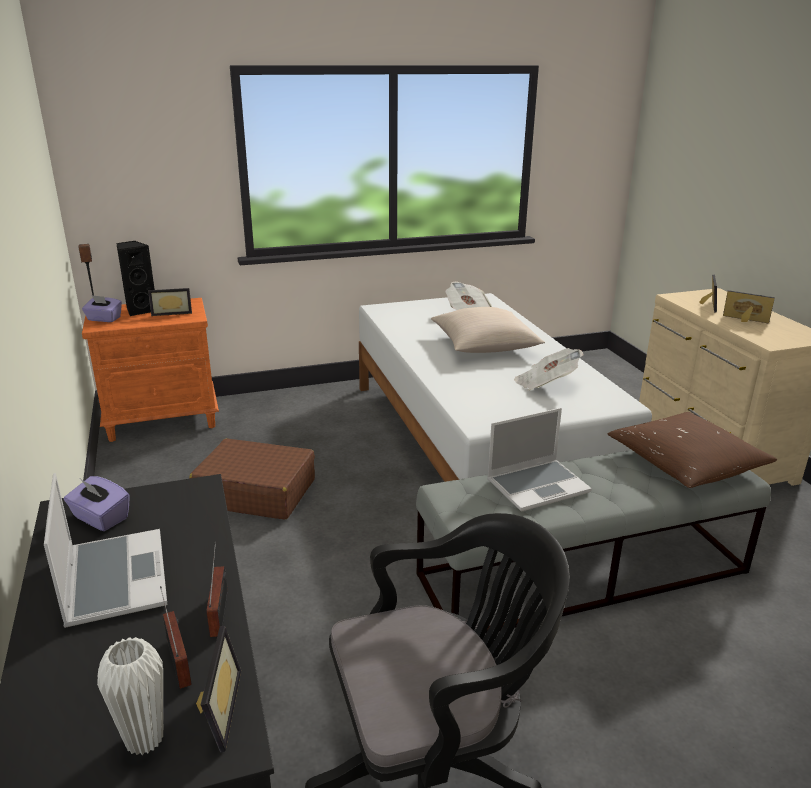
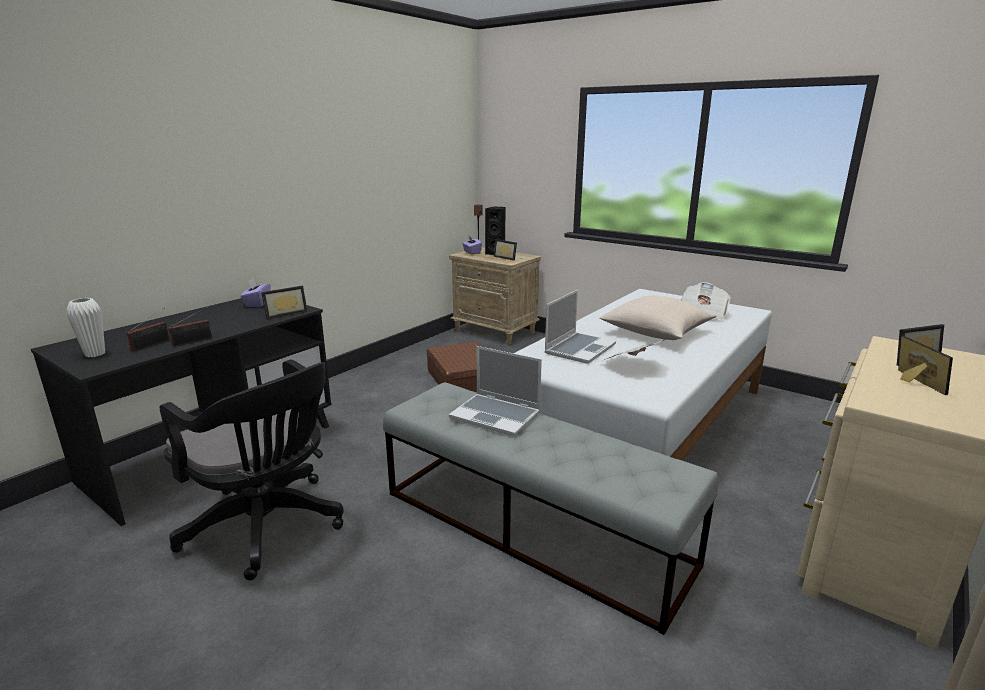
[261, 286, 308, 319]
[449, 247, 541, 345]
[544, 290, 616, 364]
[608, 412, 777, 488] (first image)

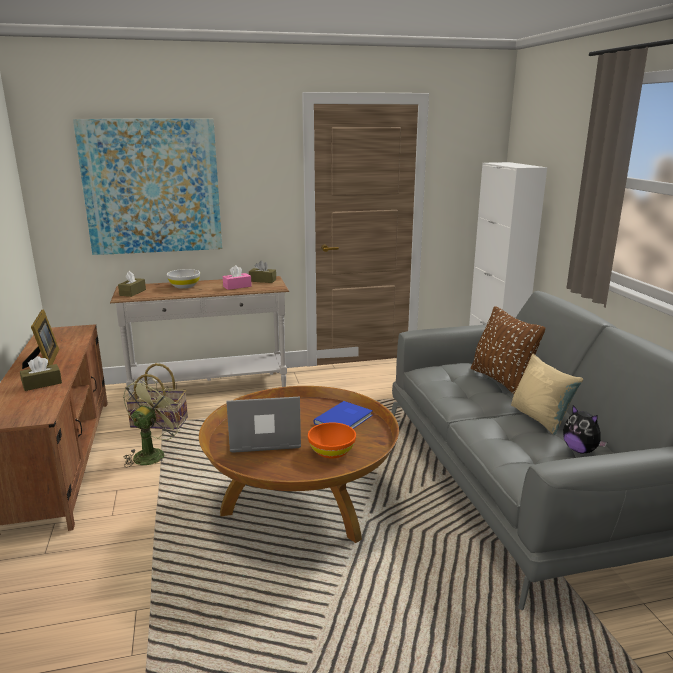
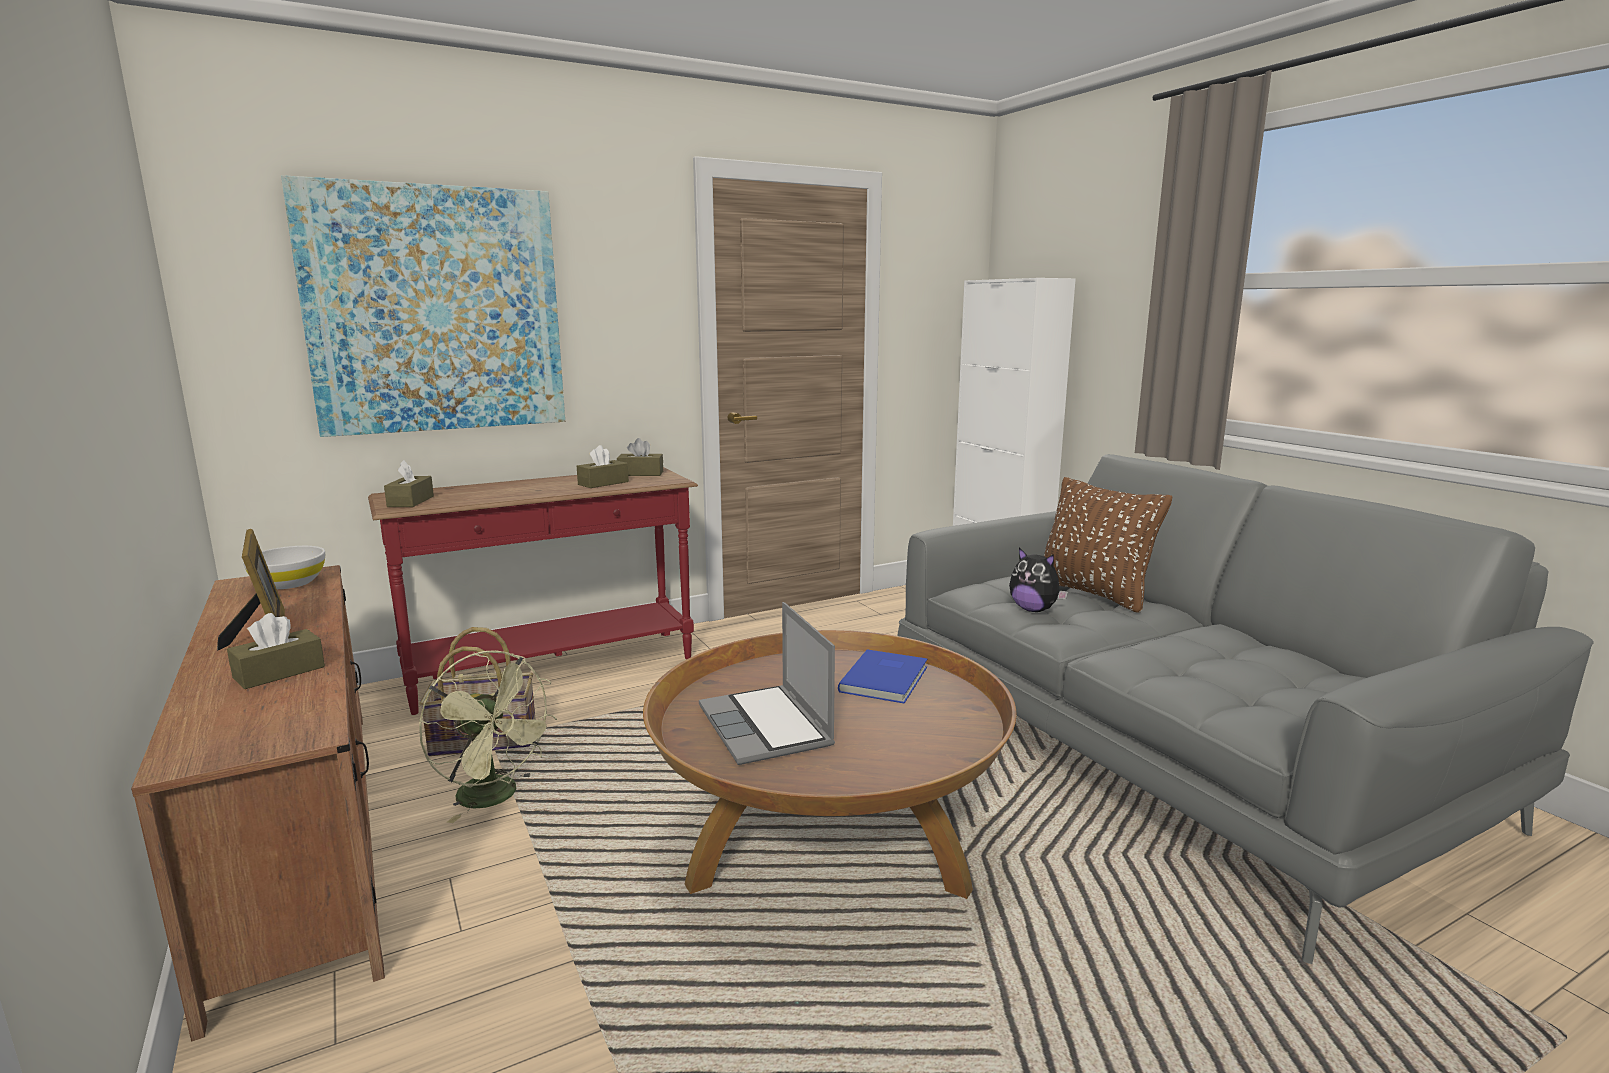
[243, 546, 325, 589]
[368, 467, 698, 715]
[419, 650, 557, 823]
[577, 445, 629, 488]
[699, 602, 835, 765]
[1009, 548, 1068, 612]
[308, 422, 356, 459] (first image)
[511, 354, 583, 435] (first image)

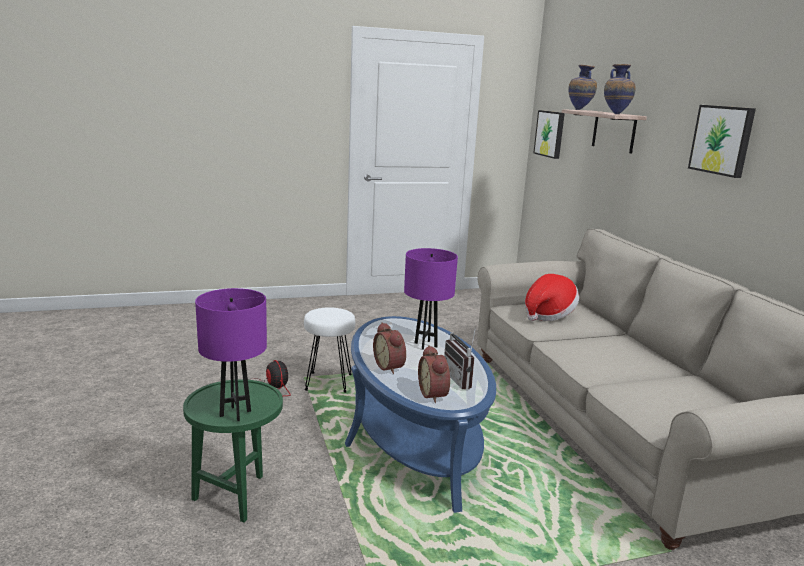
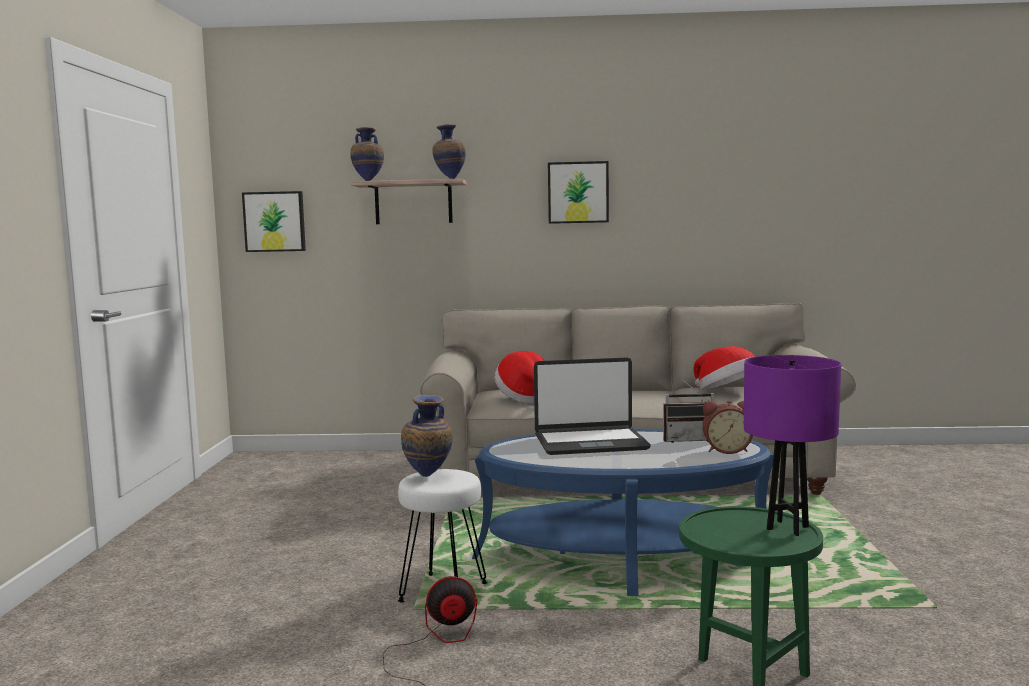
[401, 395, 453, 477]
[534, 358, 651, 455]
[694, 346, 755, 390]
[373, 322, 406, 374] (first image)

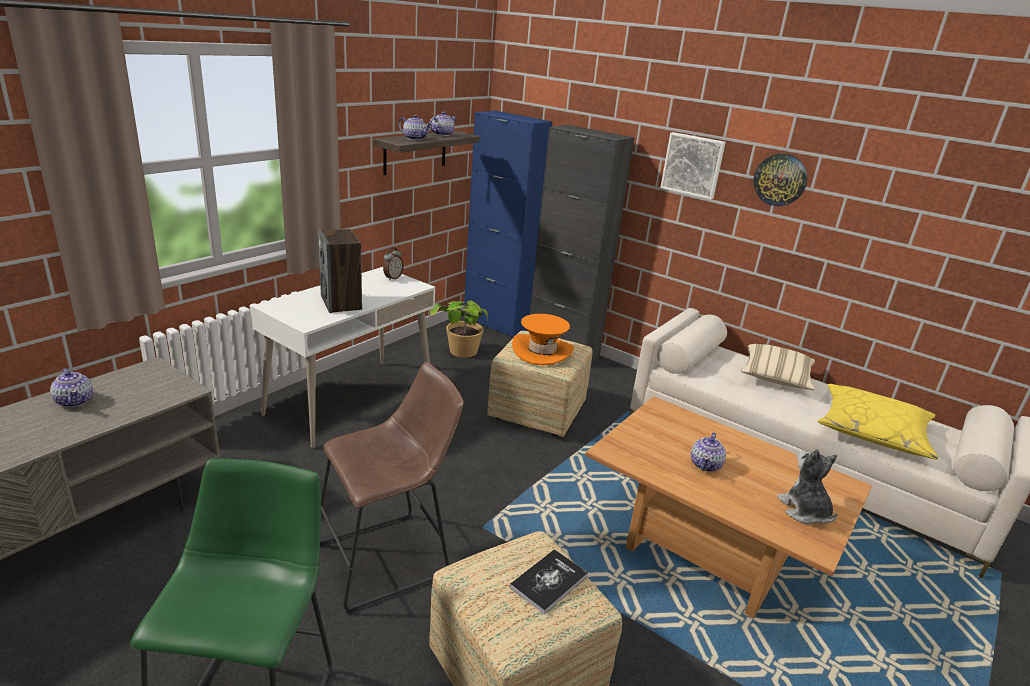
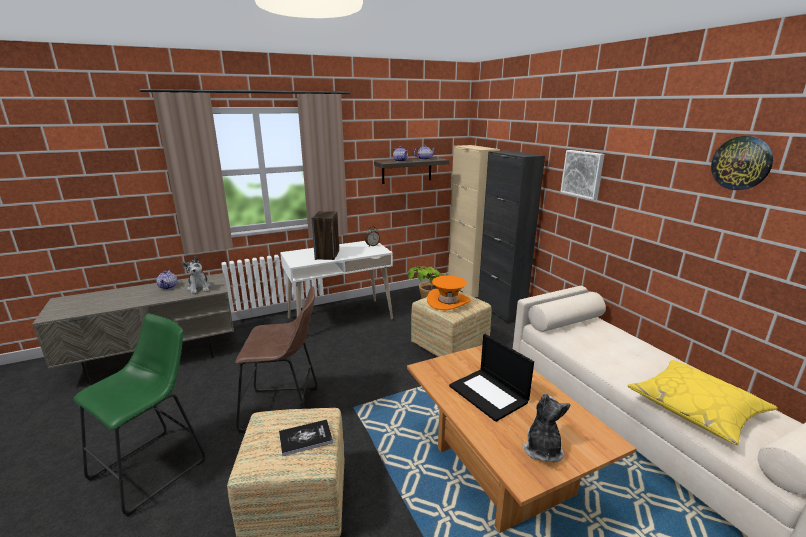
[181, 256, 211, 294]
[448, 145, 500, 297]
[449, 334, 534, 422]
[711, 136, 773, 190]
[741, 344, 815, 390] (first image)

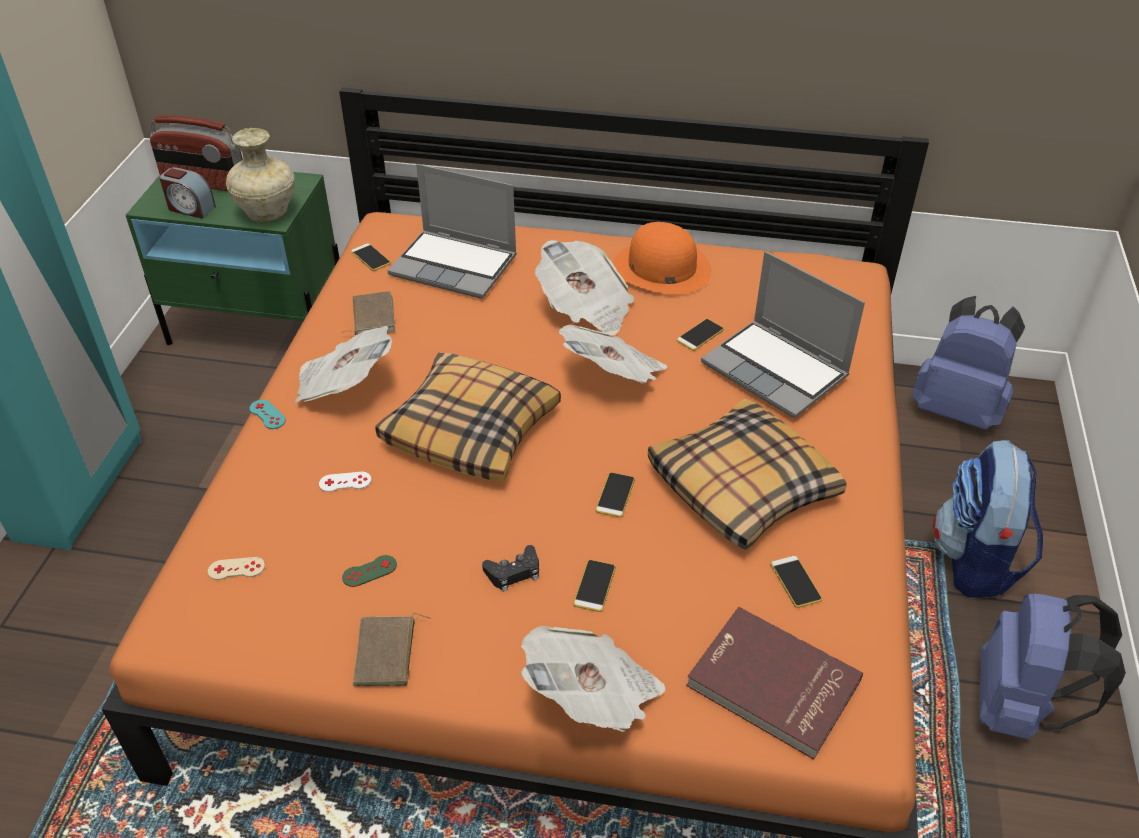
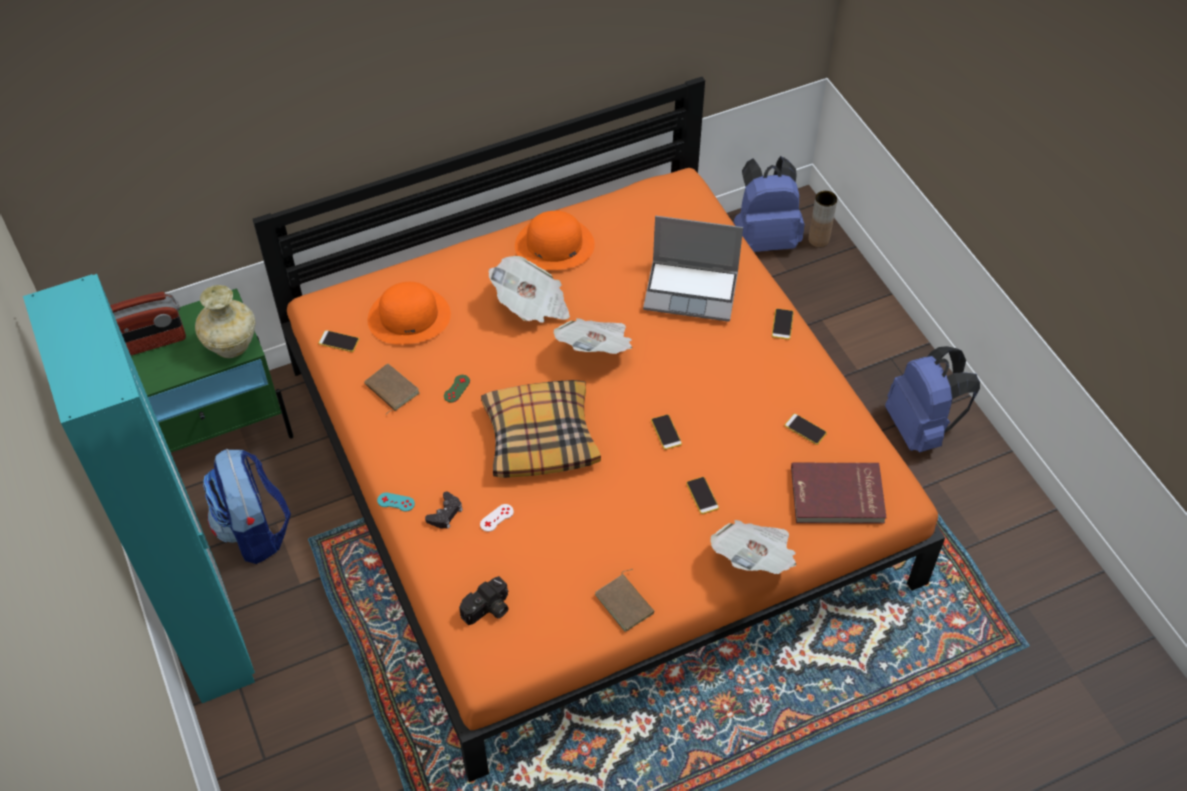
[203, 449, 291, 564]
[368, 282, 451, 345]
[425, 491, 463, 529]
[444, 375, 470, 403]
[459, 576, 509, 625]
[772, 309, 794, 340]
[808, 191, 837, 248]
[159, 167, 216, 219] (first image)
[295, 326, 392, 403] (first image)
[648, 398, 847, 550] (first image)

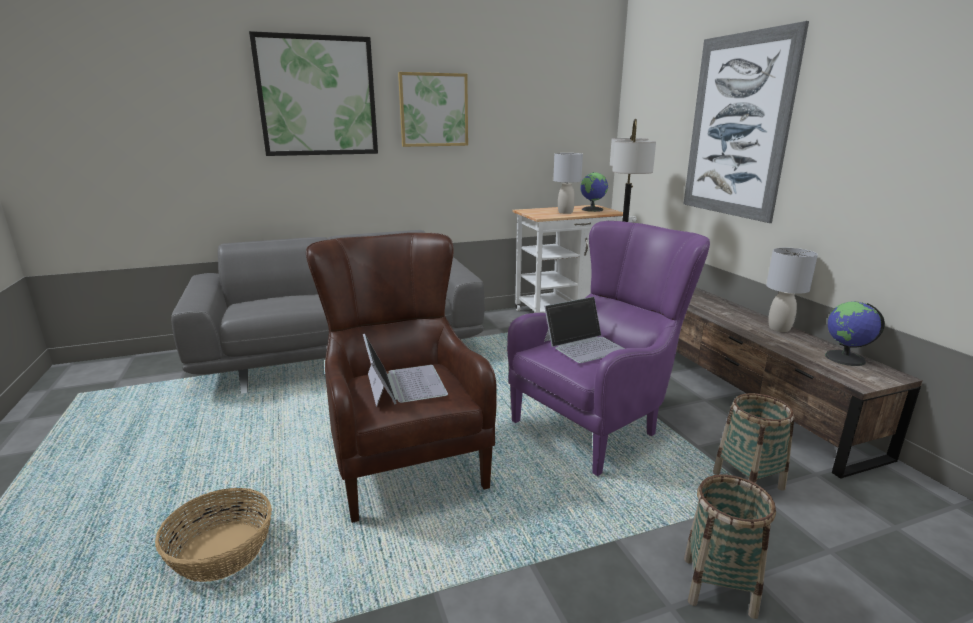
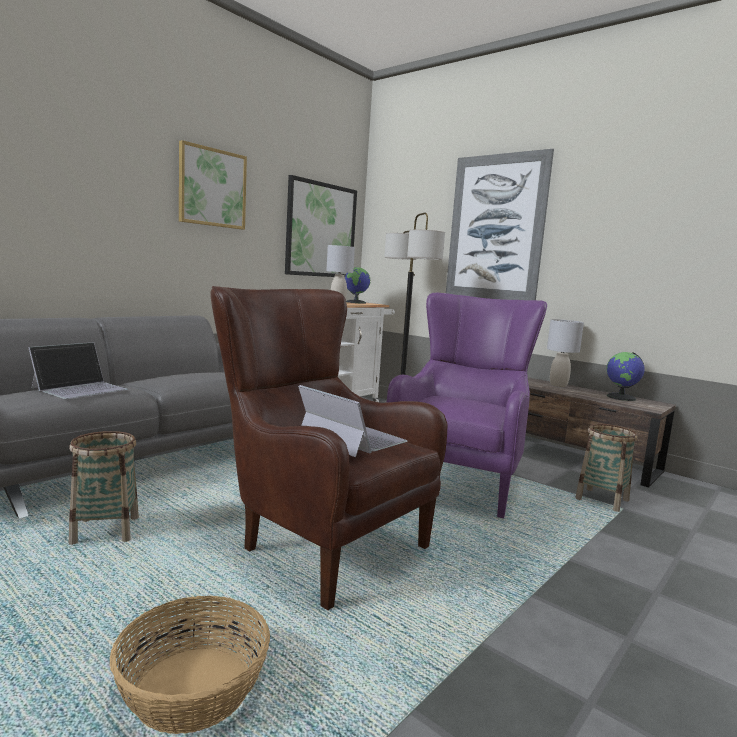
[28, 342, 128, 399]
[69, 431, 139, 545]
[285, 175, 357, 277]

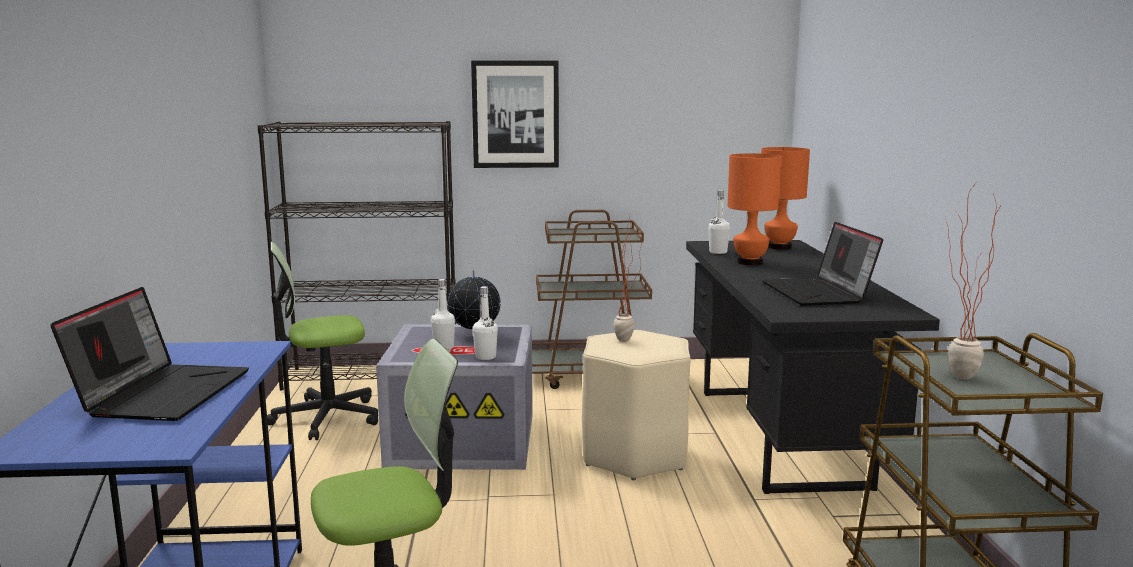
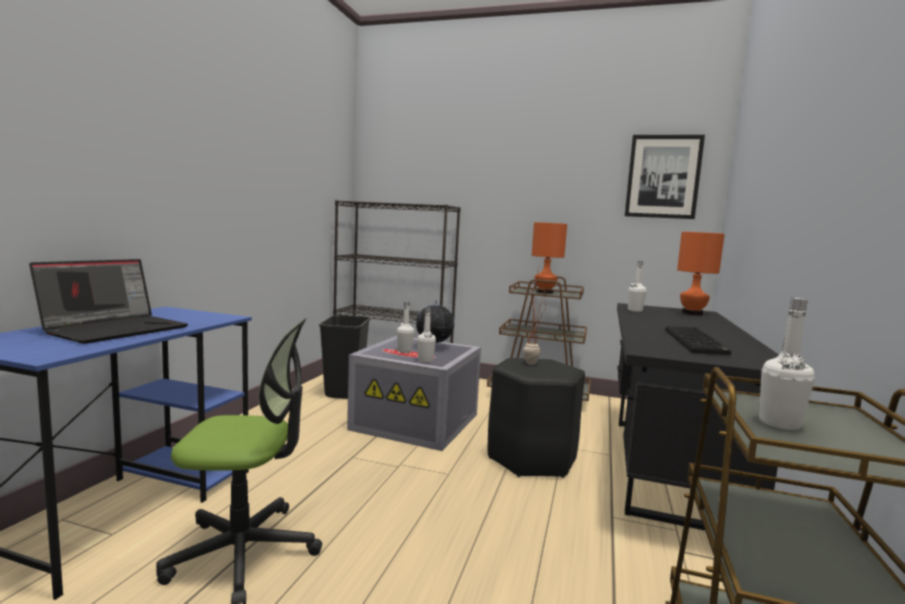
[319, 315, 370, 399]
[488, 358, 585, 478]
[532, 222, 567, 294]
[625, 135, 705, 219]
[665, 326, 731, 355]
[759, 298, 815, 430]

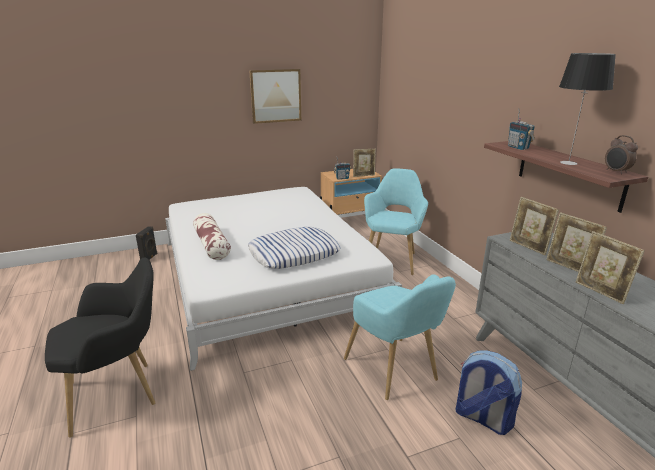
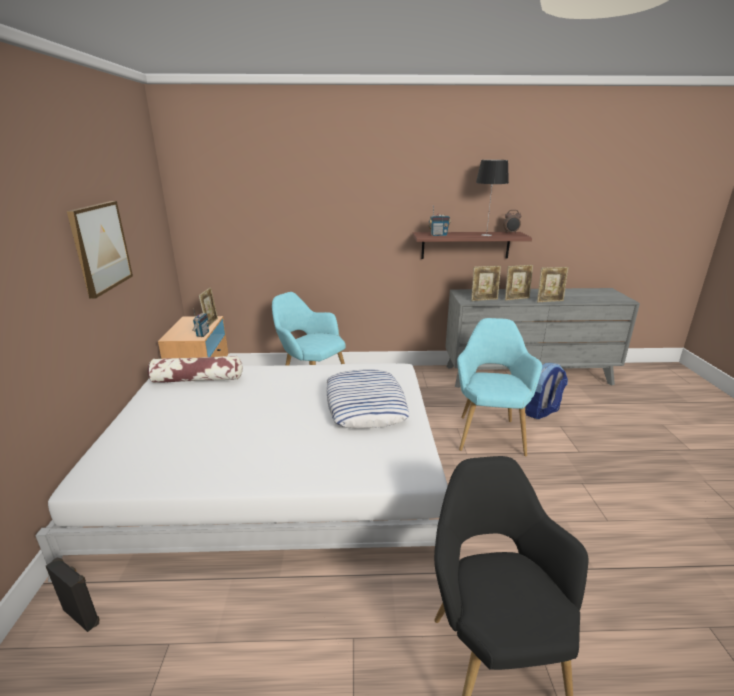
[147, 356, 243, 383]
[457, 318, 542, 456]

